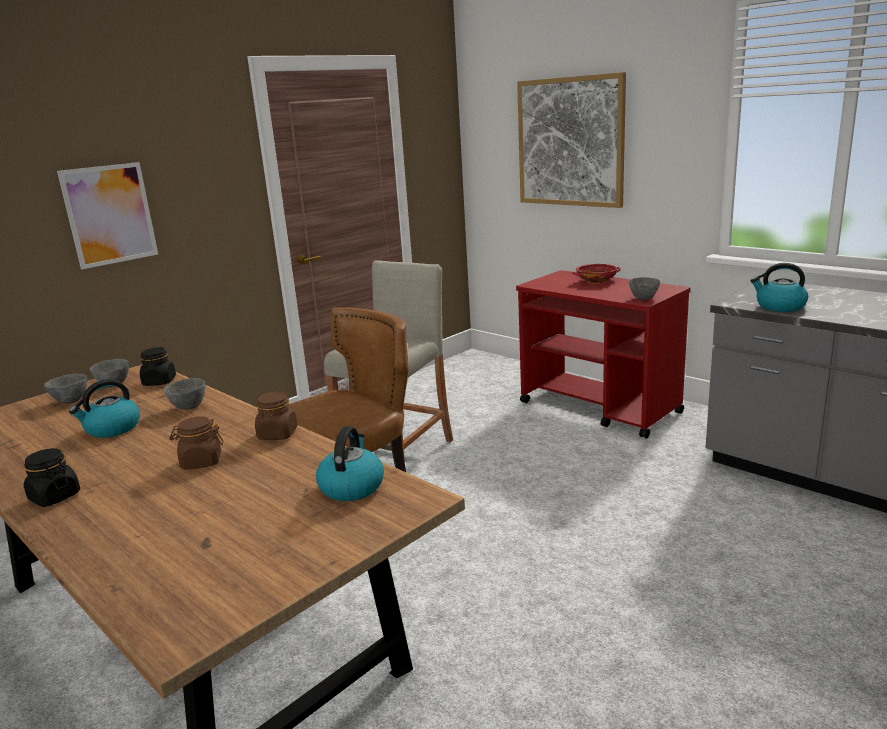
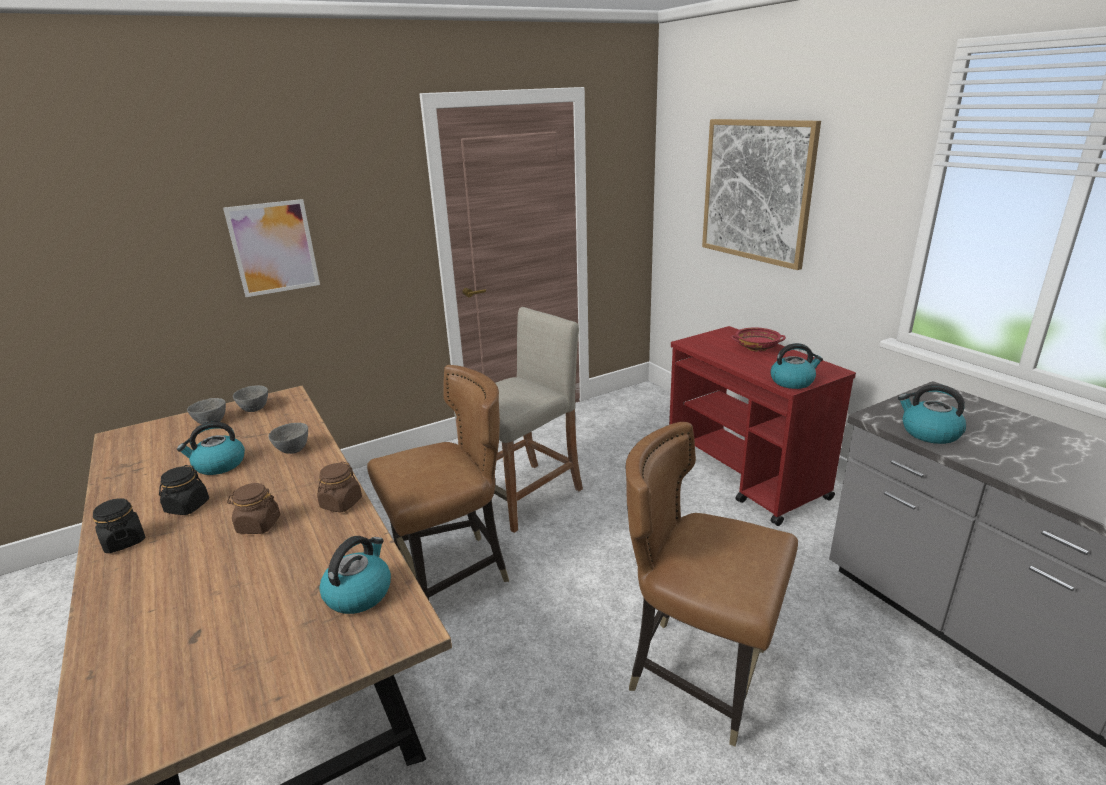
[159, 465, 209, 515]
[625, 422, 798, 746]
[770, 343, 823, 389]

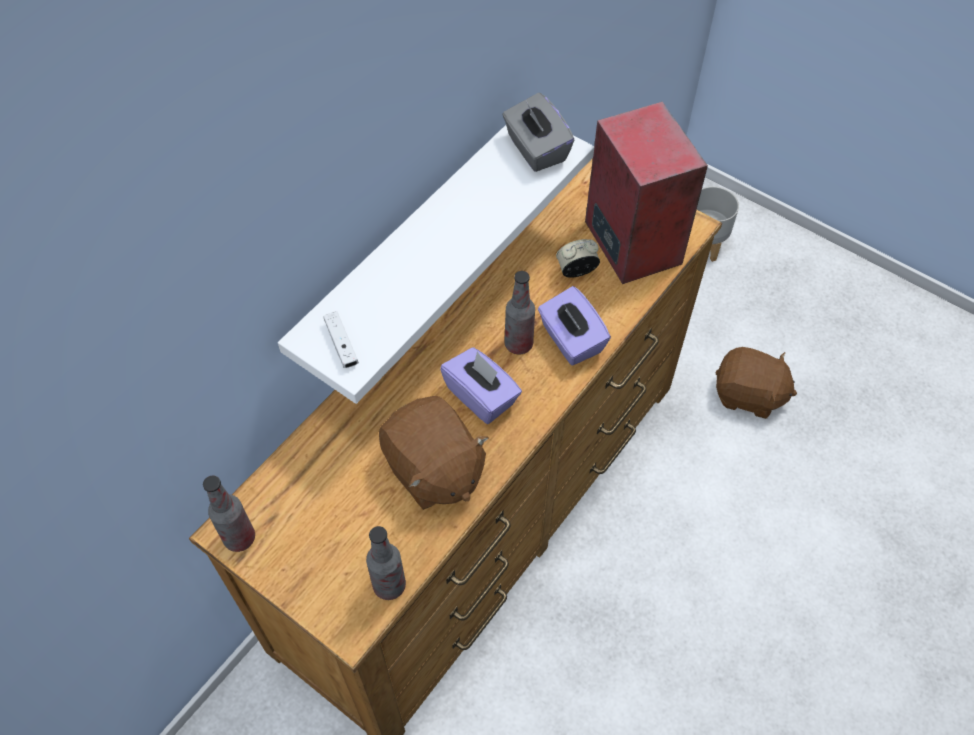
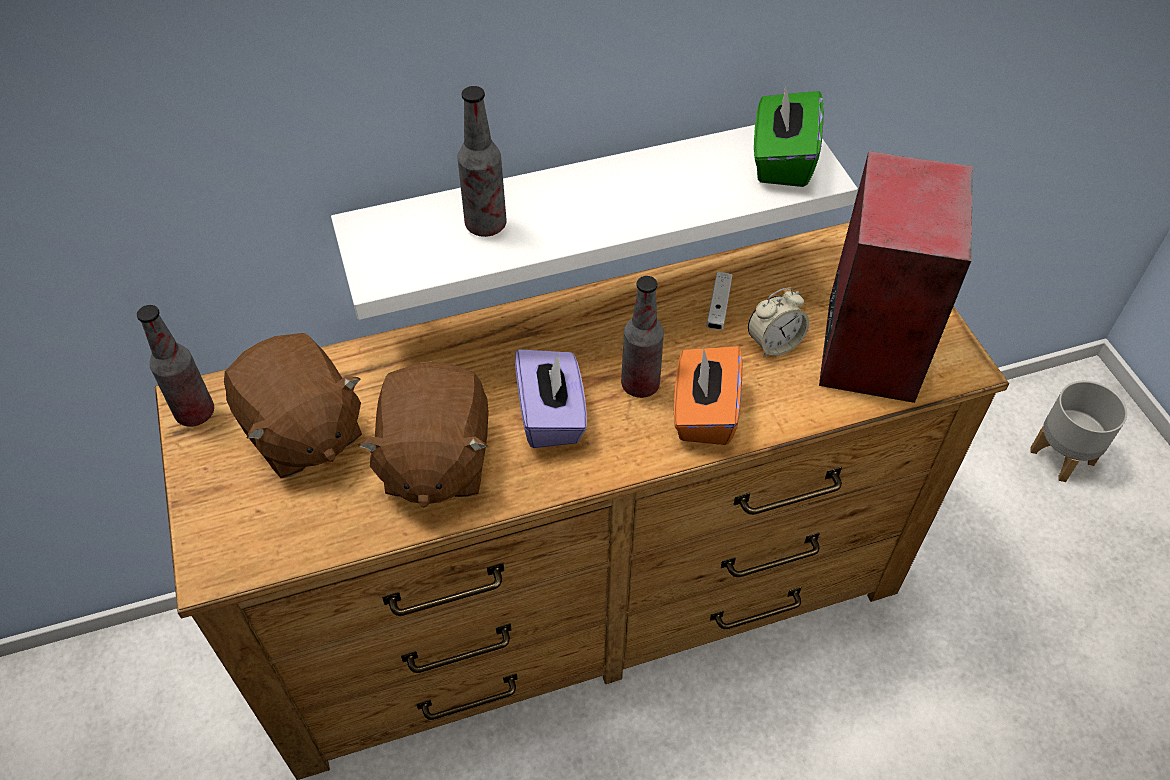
[224, 333, 362, 478]
[457, 86, 507, 237]
[674, 346, 742, 445]
[706, 272, 733, 330]
[748, 287, 809, 358]
[754, 84, 823, 187]

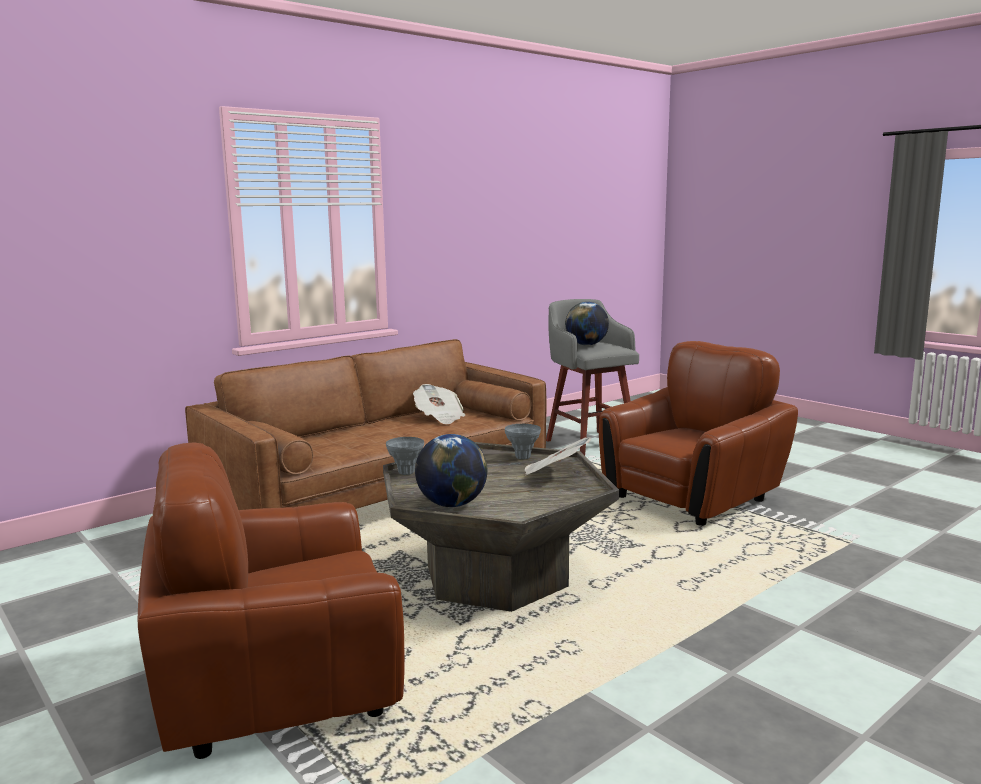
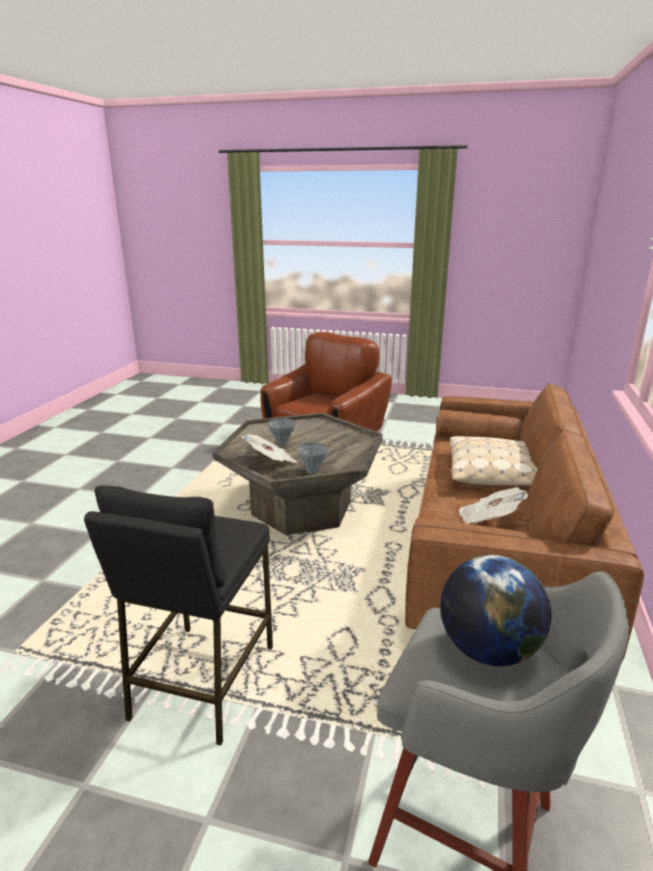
[84, 486, 273, 745]
[268, 418, 296, 446]
[450, 436, 538, 486]
[415, 434, 488, 507] (first image)

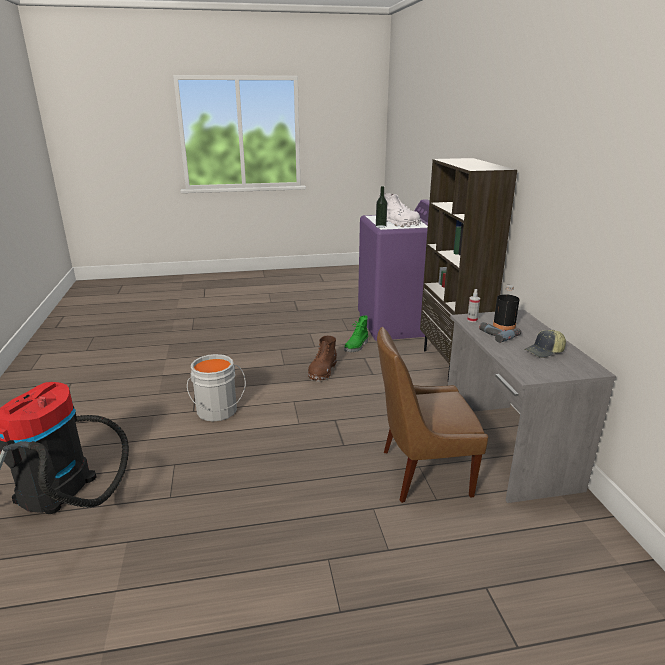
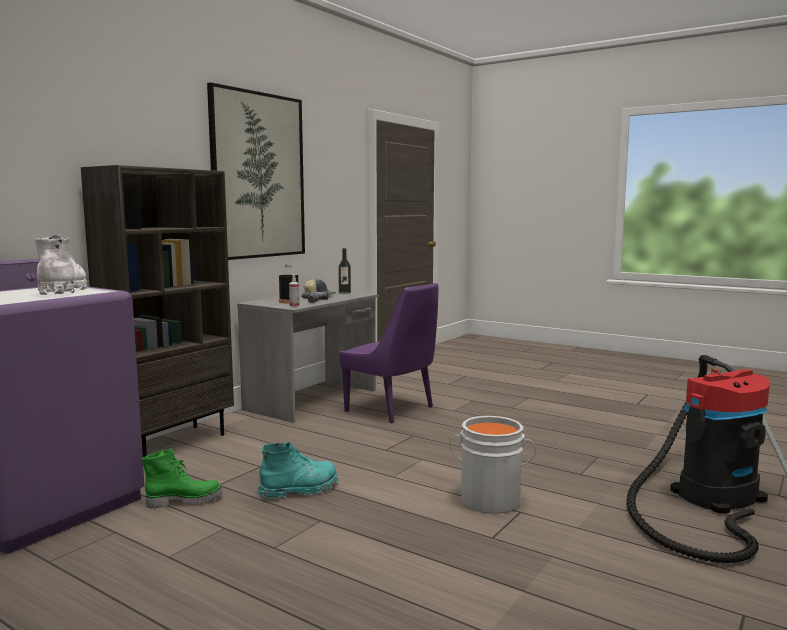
[207, 83, 305, 260]
[258, 442, 338, 499]
[338, 248, 351, 294]
[339, 283, 439, 424]

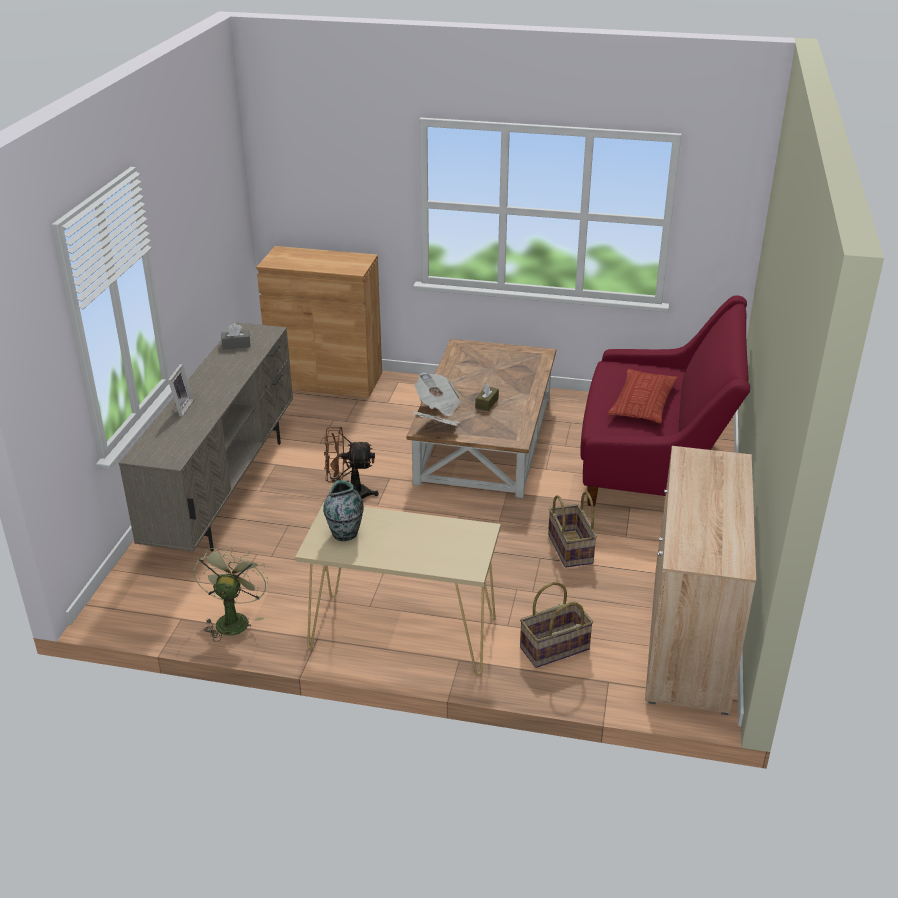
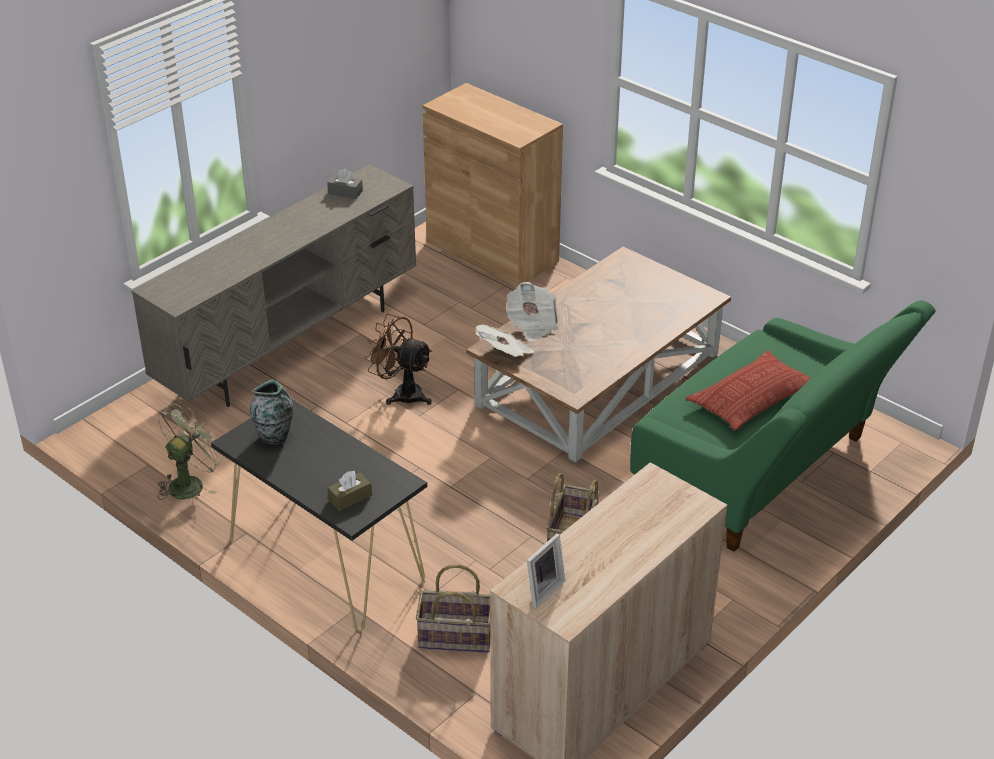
[211, 399, 427, 631]
[328, 471, 372, 511]
[527, 534, 565, 608]
[630, 300, 936, 552]

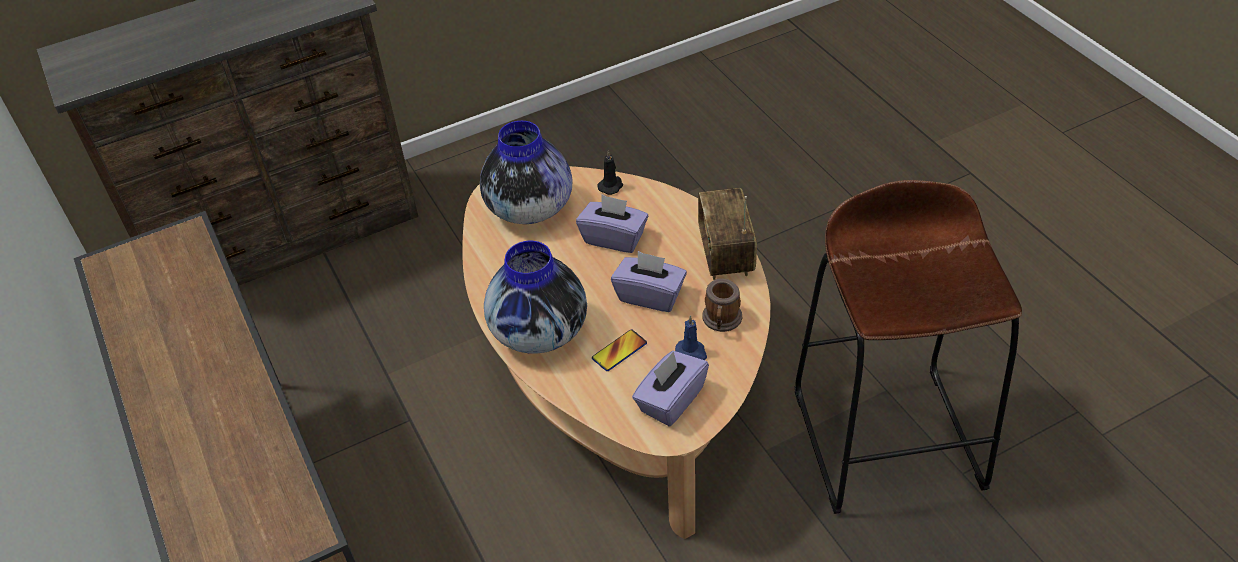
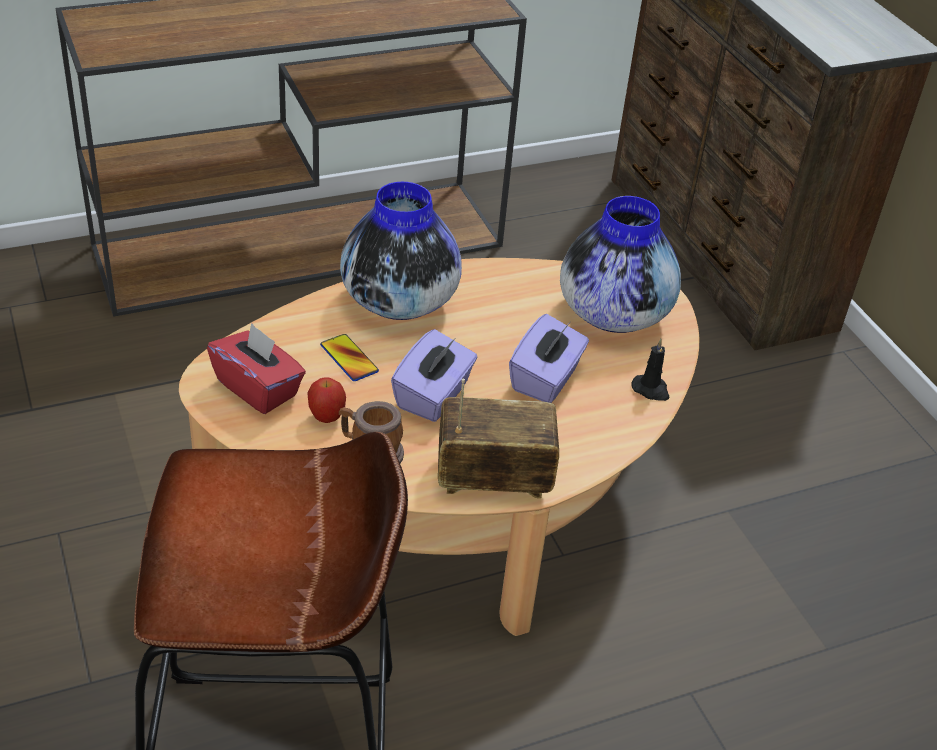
[207, 323, 306, 414]
[307, 377, 346, 423]

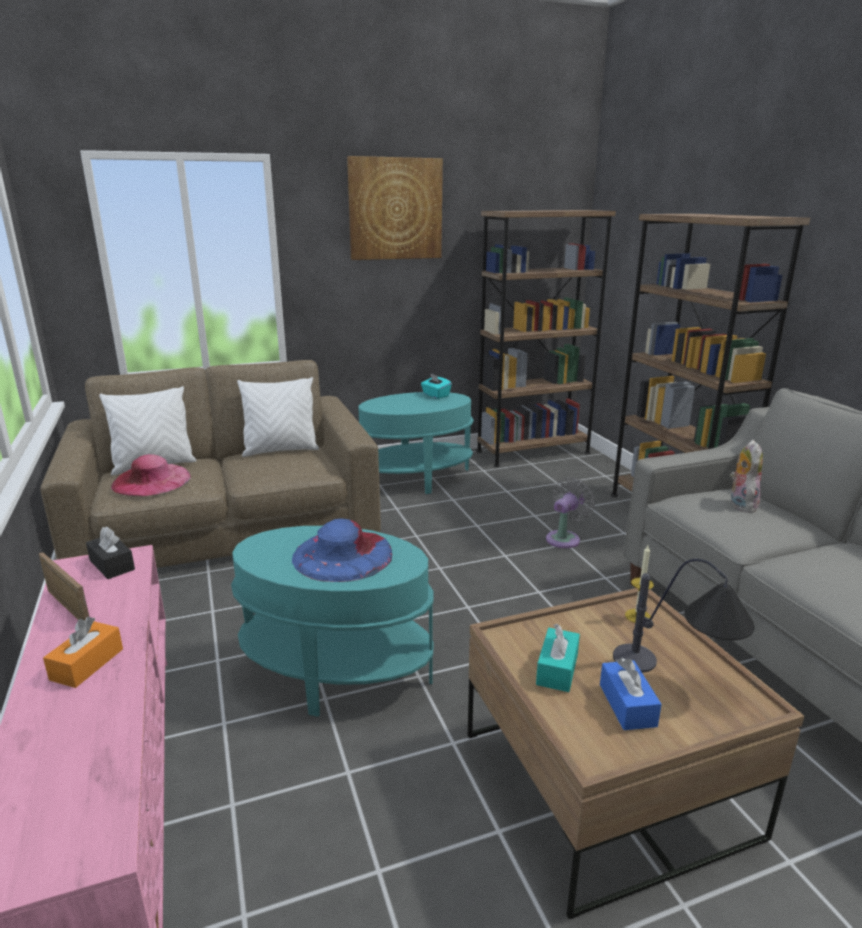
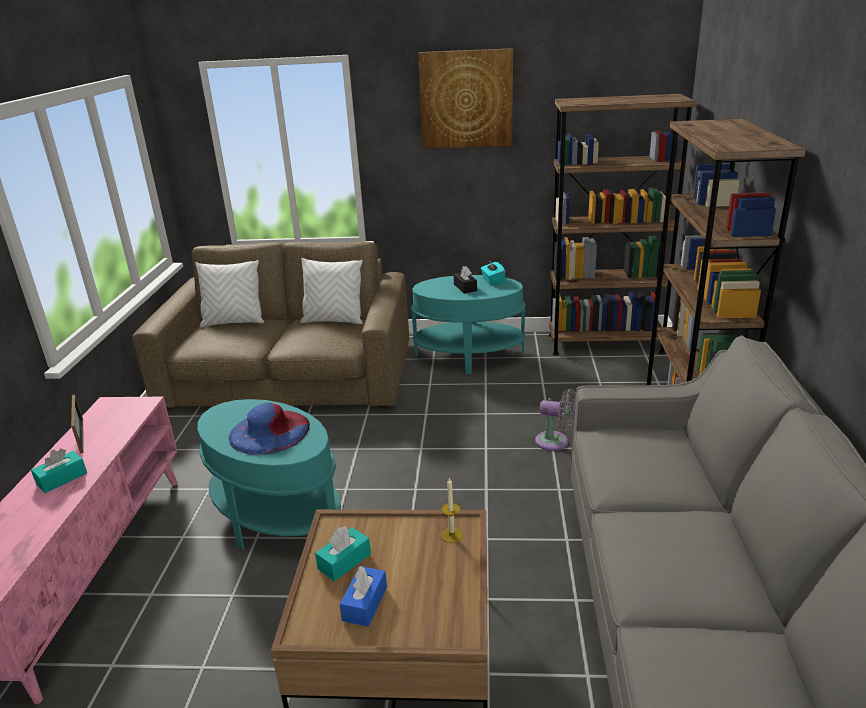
[31, 448, 87, 493]
[454, 266, 477, 293]
[535, 388, 576, 451]
[111, 454, 191, 496] (first image)
[613, 559, 755, 673] (first image)
[730, 440, 763, 513] (first image)

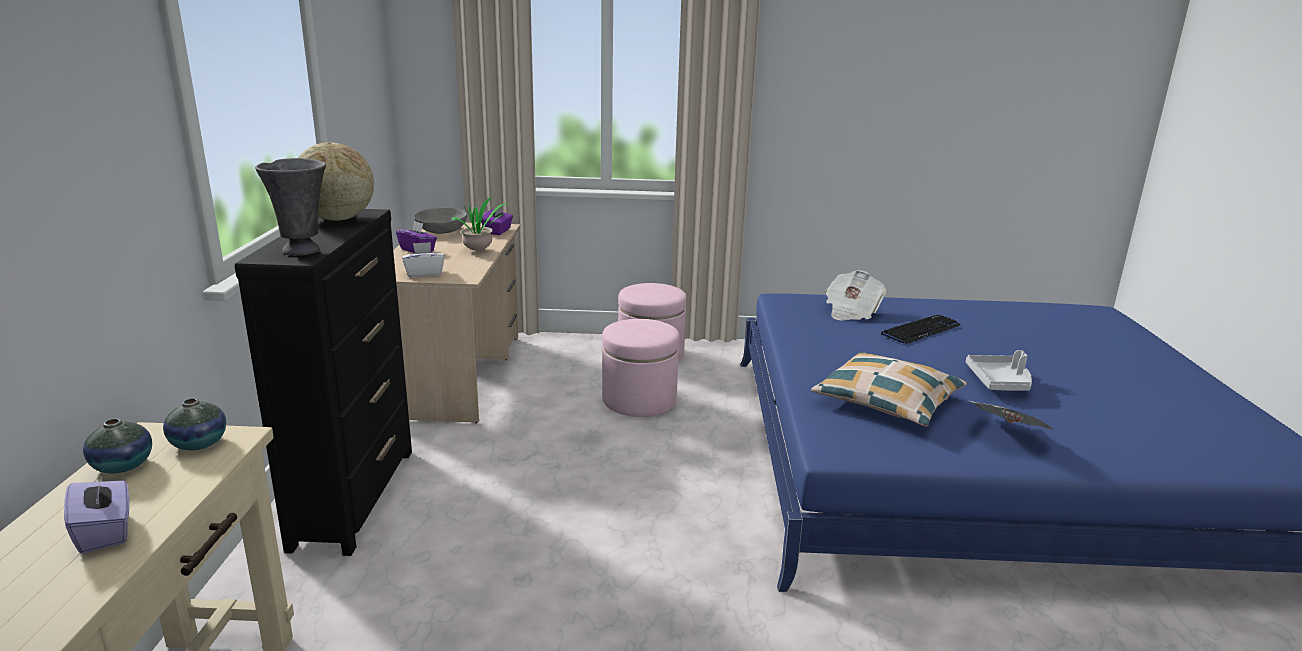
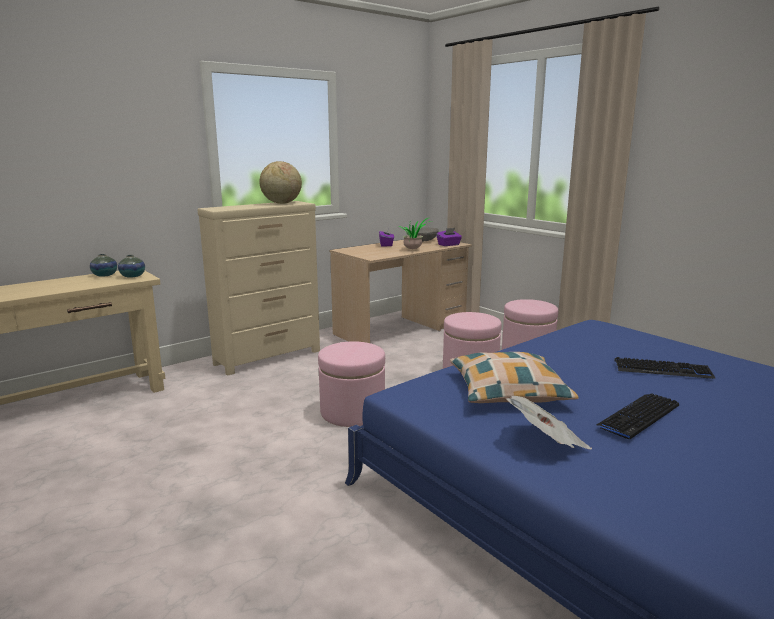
[198, 201, 320, 376]
[318, 341, 385, 427]
[597, 393, 679, 439]
[64, 471, 129, 554] (first image)
[255, 158, 326, 256] (first image)
[402, 242, 445, 277] (first image)
[825, 270, 886, 321] (first image)

